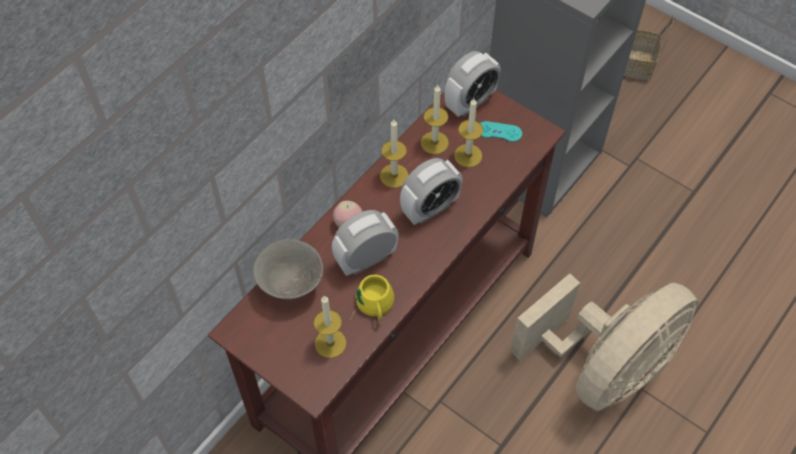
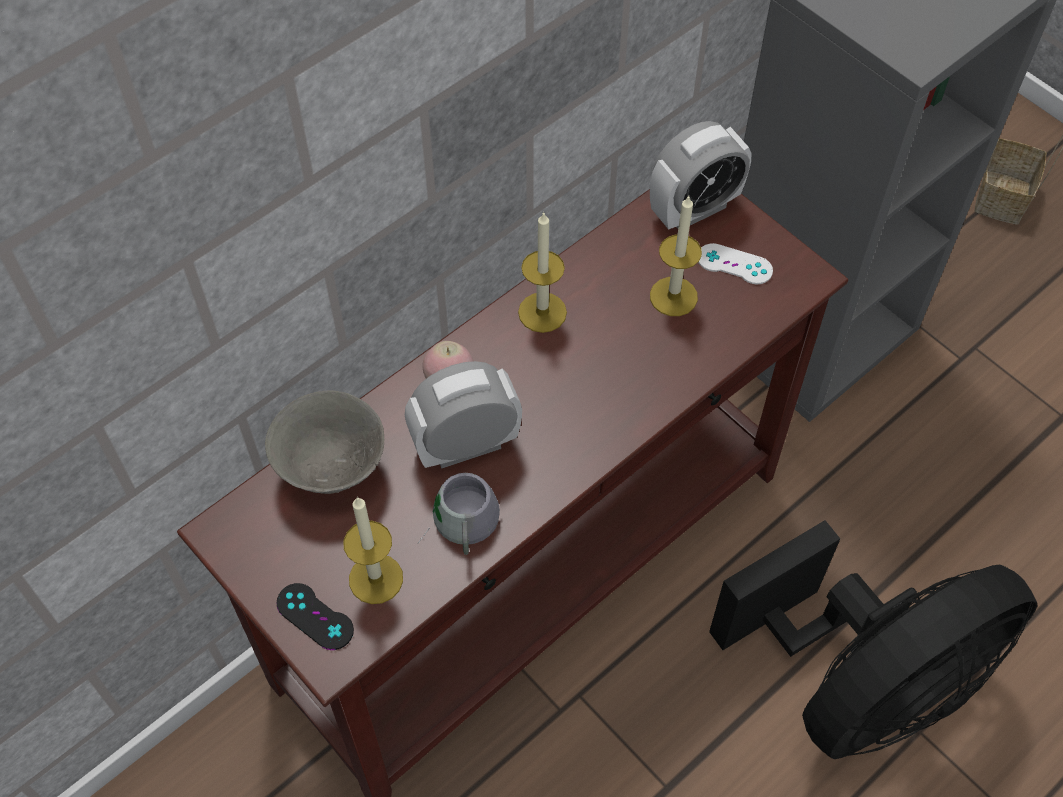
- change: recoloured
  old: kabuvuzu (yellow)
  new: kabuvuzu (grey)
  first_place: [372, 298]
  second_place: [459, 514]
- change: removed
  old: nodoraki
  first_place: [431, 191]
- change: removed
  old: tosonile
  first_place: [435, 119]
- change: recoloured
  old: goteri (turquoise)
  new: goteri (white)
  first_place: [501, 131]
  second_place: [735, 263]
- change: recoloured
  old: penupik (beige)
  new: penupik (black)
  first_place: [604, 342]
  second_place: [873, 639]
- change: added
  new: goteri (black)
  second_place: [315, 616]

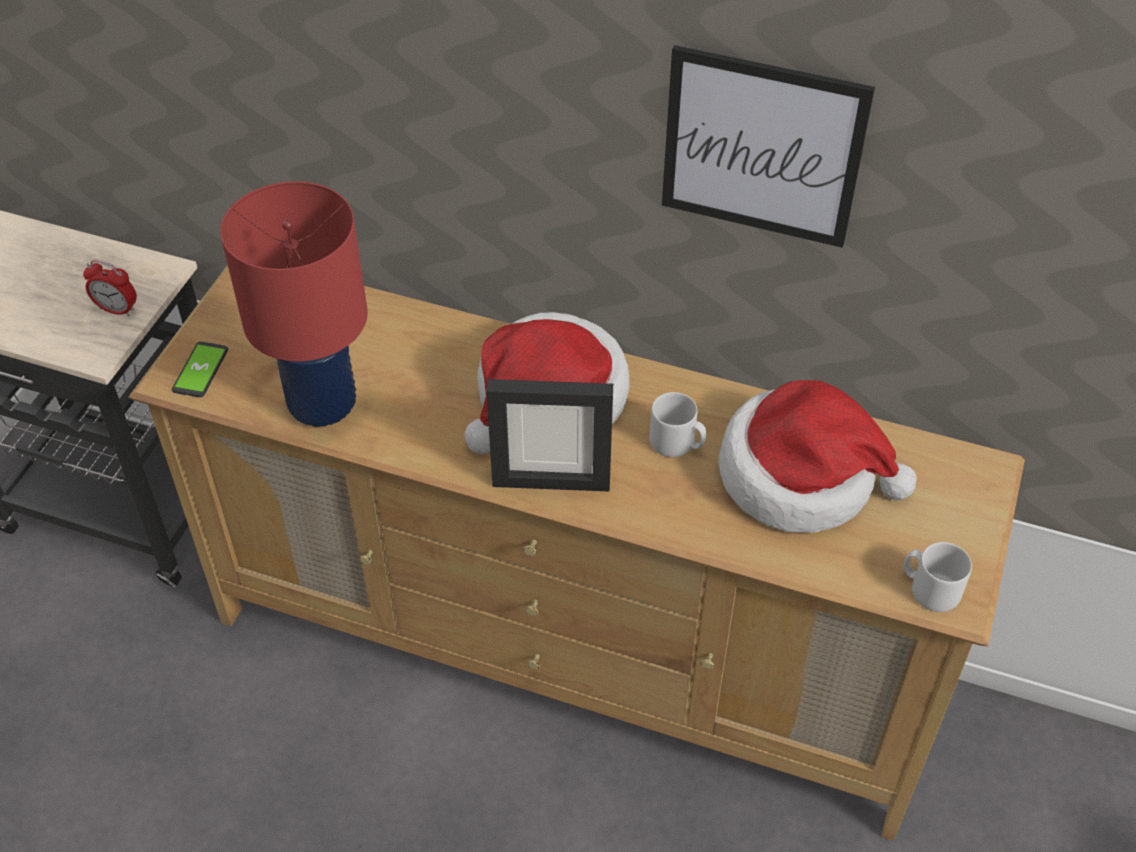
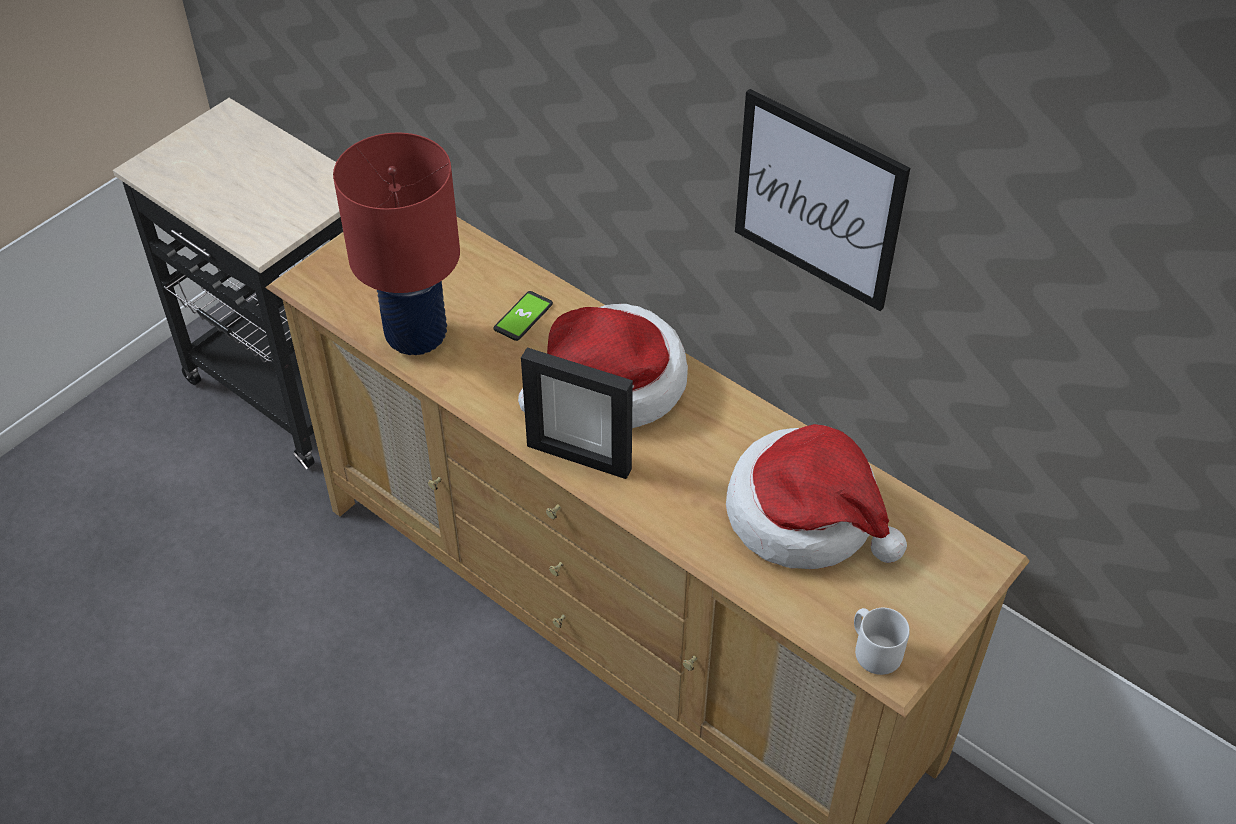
- change: removed
  old: nodoraki
  first_place: [110, 288]
- change: moved
  old: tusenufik
  first_place: [200, 369]
  second_place: [523, 316]
- change: removed
  old: kabuvuzu (grey)
  first_place: [677, 424]

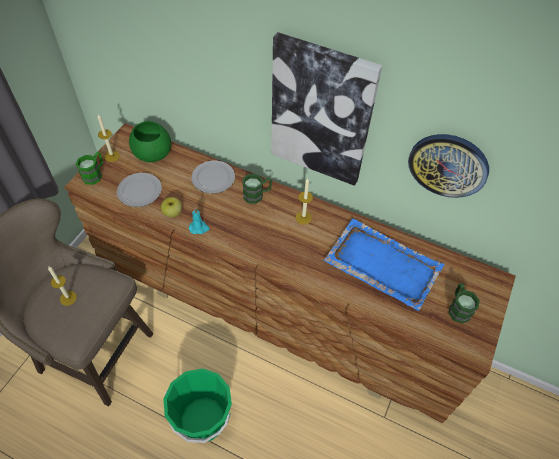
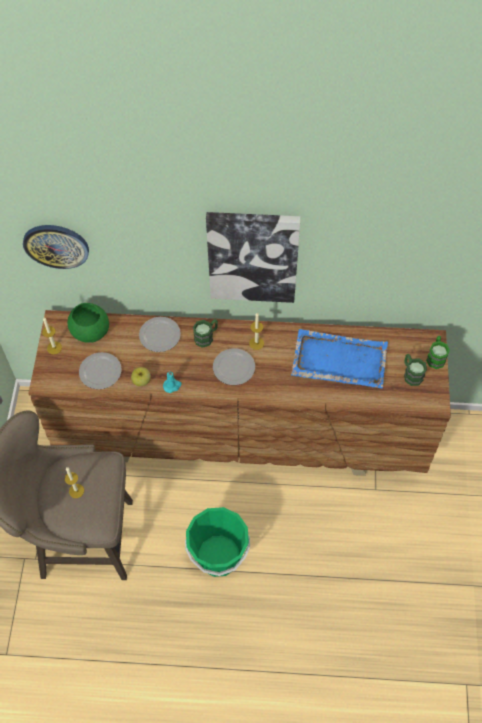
- change: moved
  old: kabuvuzu (green)
  first_place: [89, 168]
  second_place: [438, 352]
- change: moved
  old: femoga
  first_place: [448, 166]
  second_place: [56, 247]
- change: added
  new: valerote
  second_place: [234, 366]

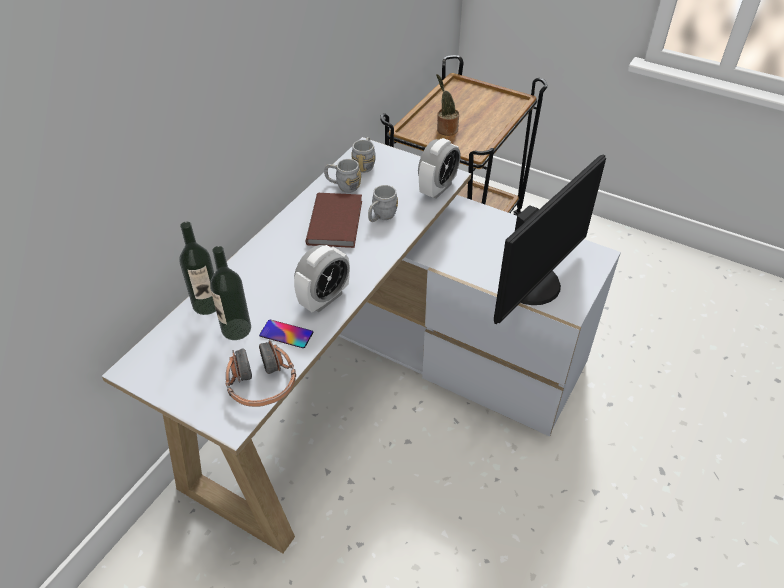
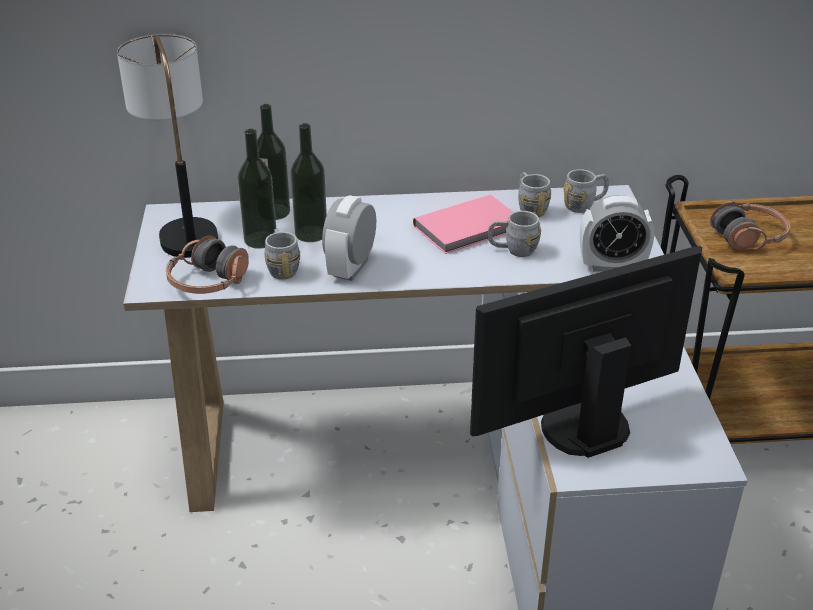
- change: replaced
  old: tusenufik
  new: kabuvuzu (grey)
  first_place: [286, 333]
  second_place: [282, 254]
- change: turned
  old: nodoraki
  first_place: [322, 278]
  second_place: [349, 238]
  degrees: 105
- change: recoloured
  old: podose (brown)
  new: podose (pink)
  first_place: [334, 220]
  second_place: [463, 224]
- change: replaced
  old: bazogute
  new: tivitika
  first_place: [447, 105]
  second_place: [750, 226]
- change: turned
  old: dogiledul
  first_place: [550, 239]
  second_place: [586, 352]
  degrees: 150
- change: added
  new: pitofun
  second_place: [167, 146]
- change: added
  new: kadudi
  second_place: [309, 182]

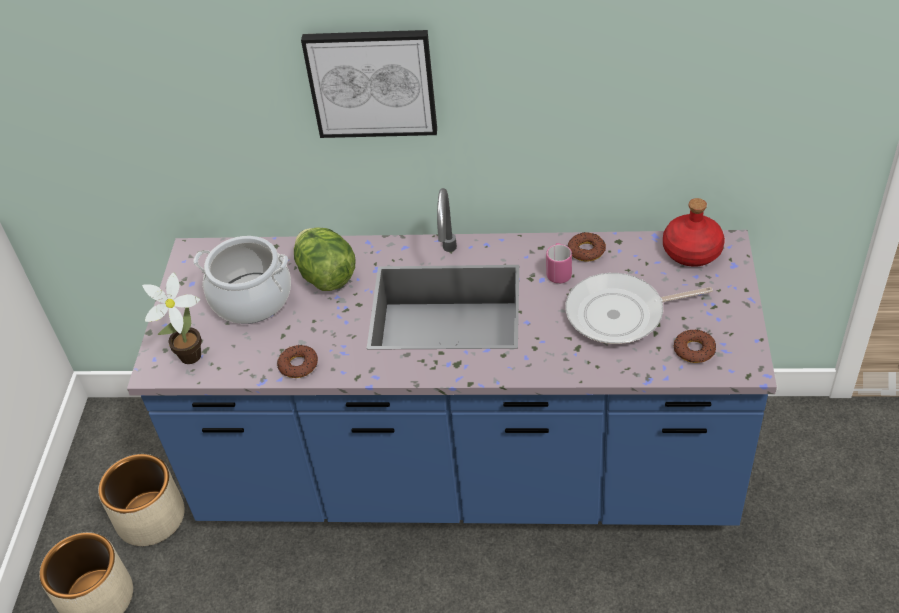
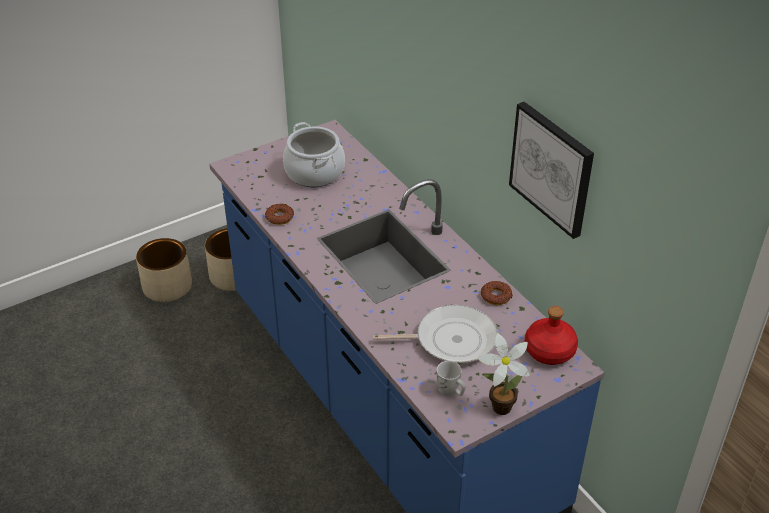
- change: moved
  old: bazogute
  first_place: [172, 318]
  second_place: [504, 374]
- change: removed
  old: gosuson
  first_place: [325, 259]
- change: moved
  old: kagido
  first_place: [369, 84]
  second_place: [551, 170]
- change: removed
  old: kabuvuzu (pink)
  first_place: [559, 263]
- change: turned
  old: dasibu
  first_place: [639, 308]
  second_place: [435, 334]
  degrees: 135
- change: replaced
  old: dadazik
  new: kabuvuzu (white)
  first_place: [695, 346]
  second_place: [451, 378]

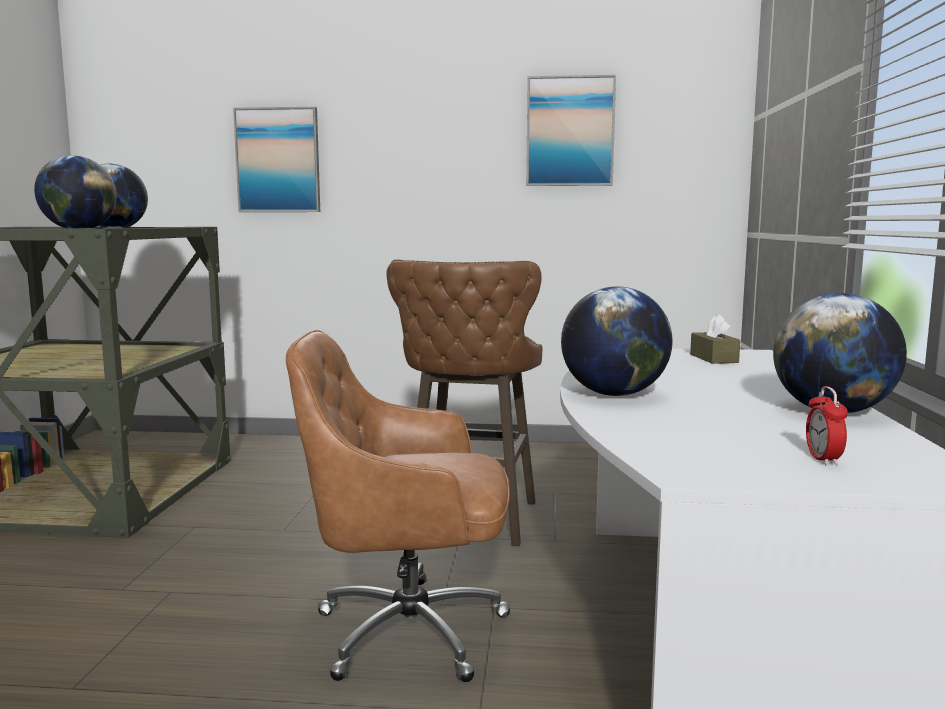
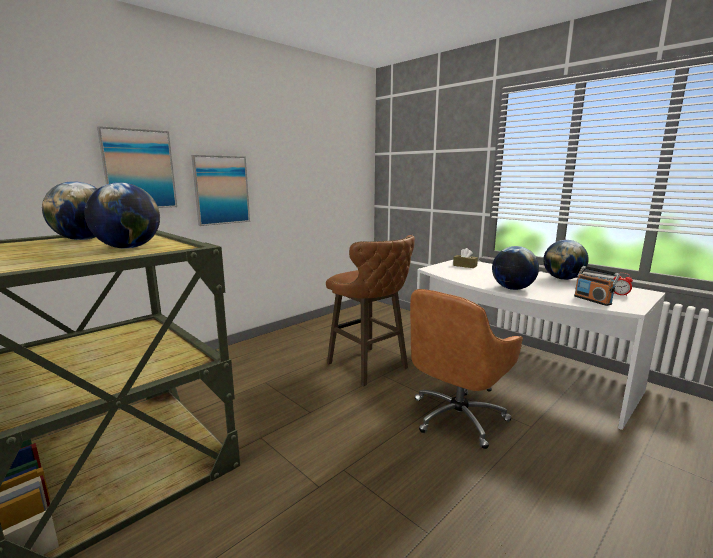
- change: moved
  old: kagido
  first_place: [571, 130]
  second_place: [220, 190]
- change: added
  new: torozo
  second_place: [597, 286]

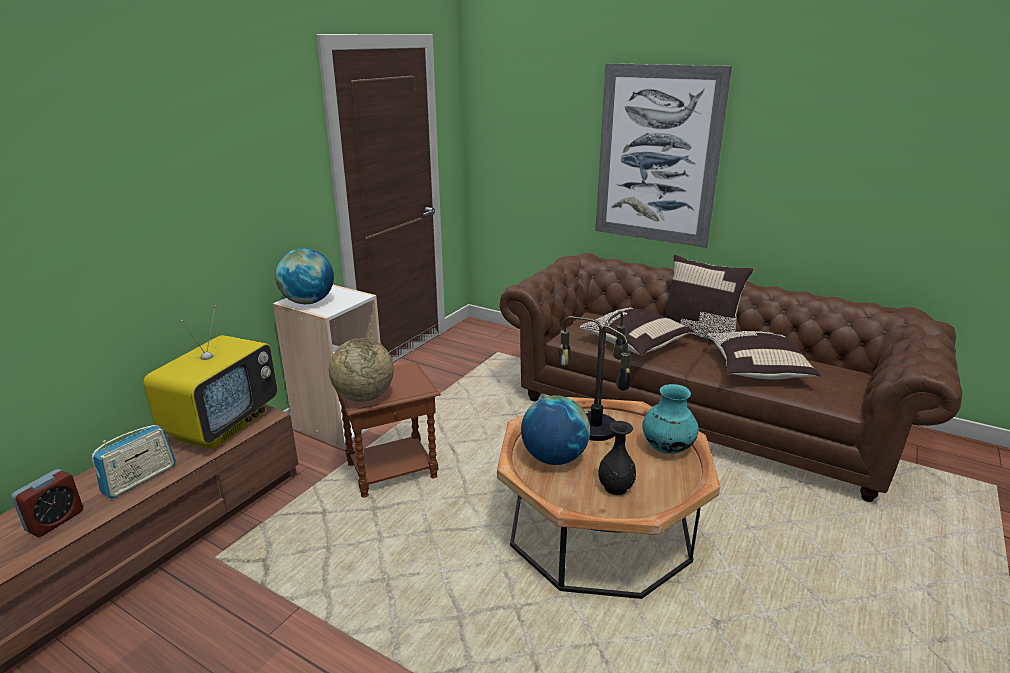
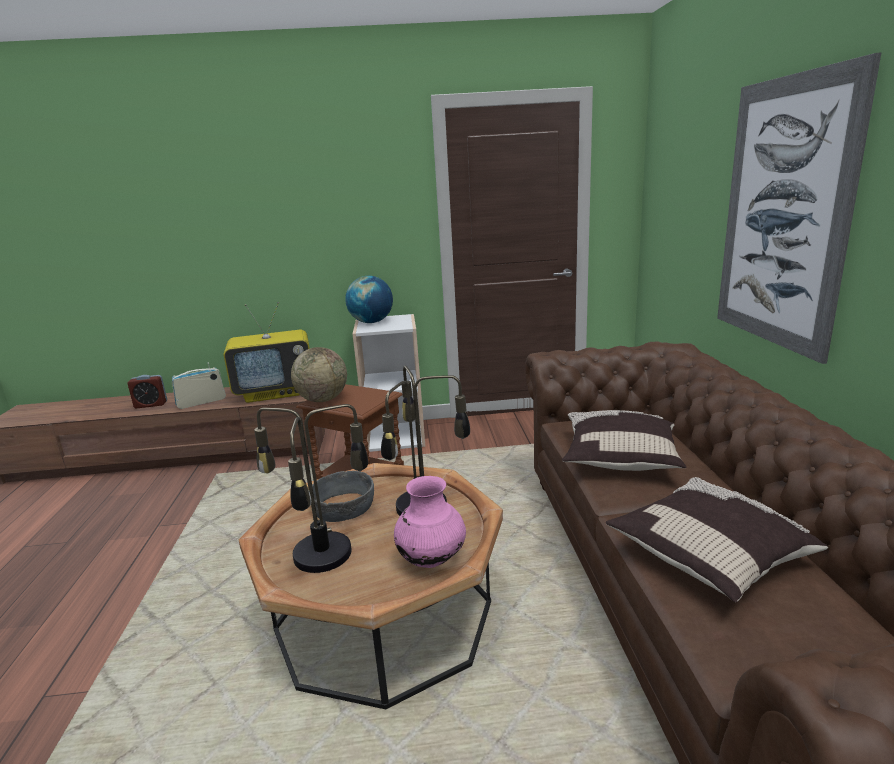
- change: turned
  old: torozo
  first_place: [134, 462]
  second_place: [199, 386]
  degrees: 150
- change: replaced
  old: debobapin
  new: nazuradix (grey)
  first_place: [555, 430]
  second_place: [343, 496]
- change: replaced
  old: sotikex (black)
  new: pitofun
  first_place: [617, 458]
  second_place: [311, 488]
- change: recoloured
  old: sotikex (turquoise)
  new: sotikex (pink)
  first_place: [670, 419]
  second_place: [430, 522]
- change: removed
  old: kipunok
  first_place: [708, 297]

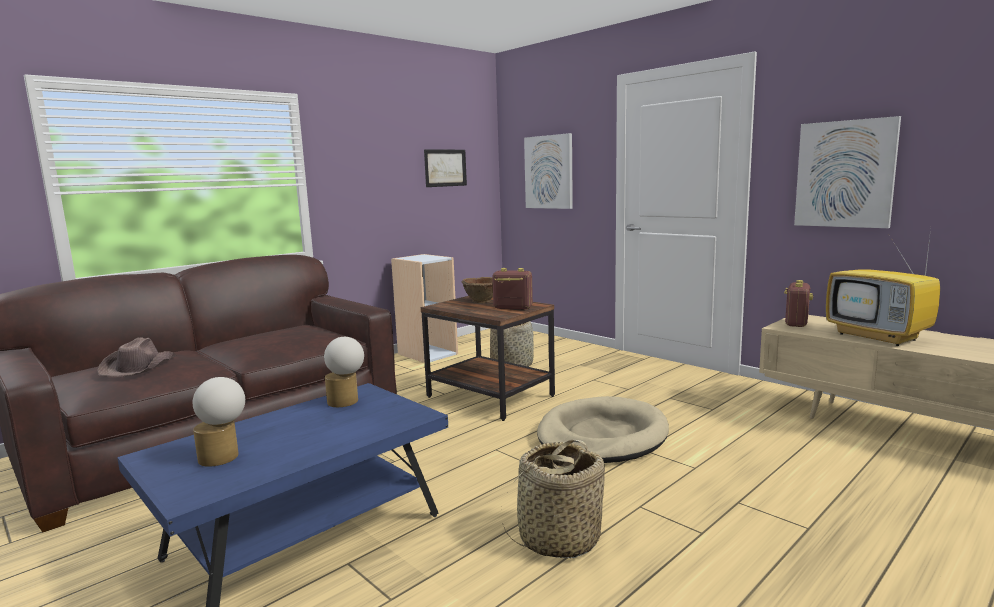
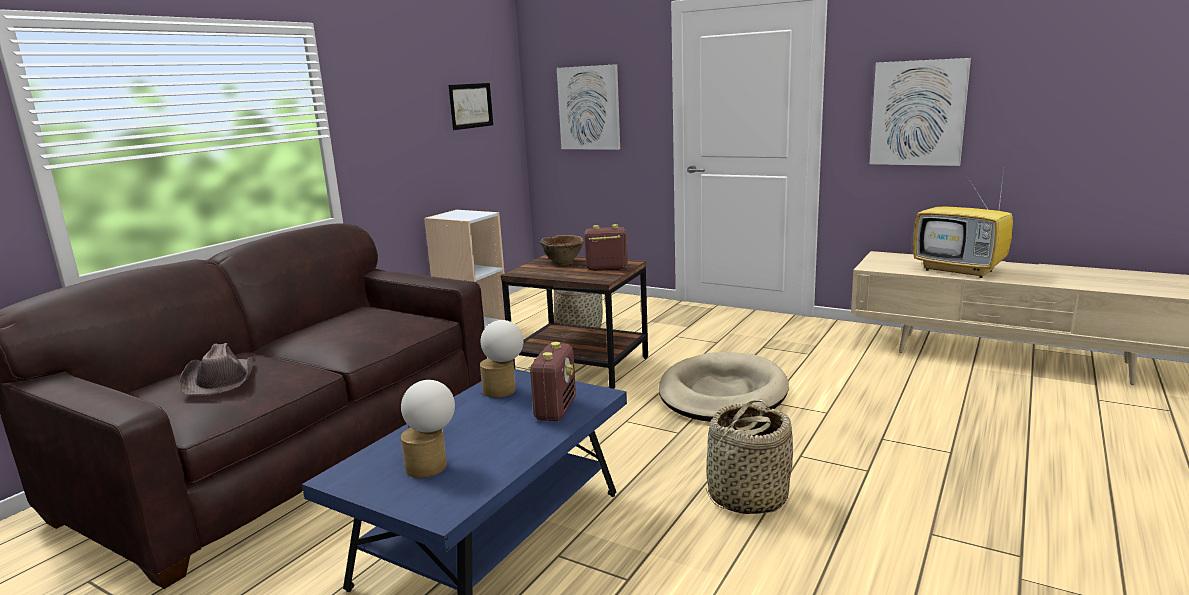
- change: moved
  old: torozo
  first_place: [798, 303]
  second_place: [552, 381]

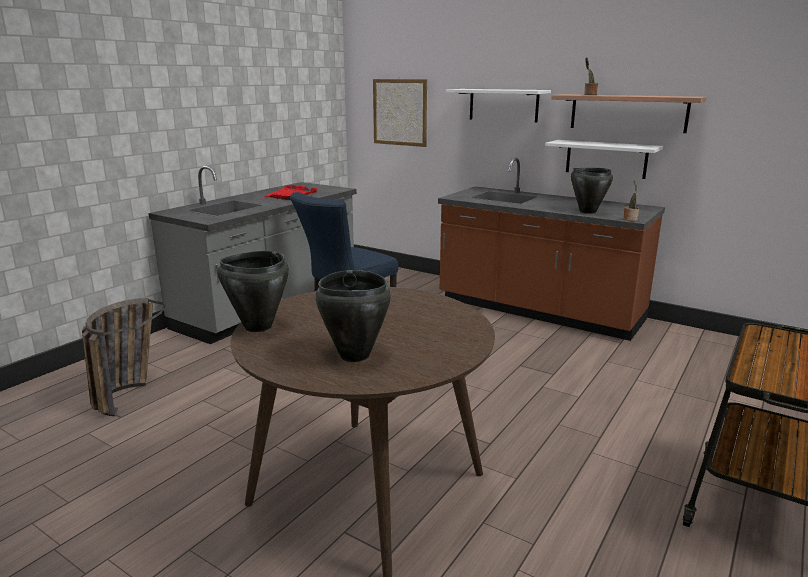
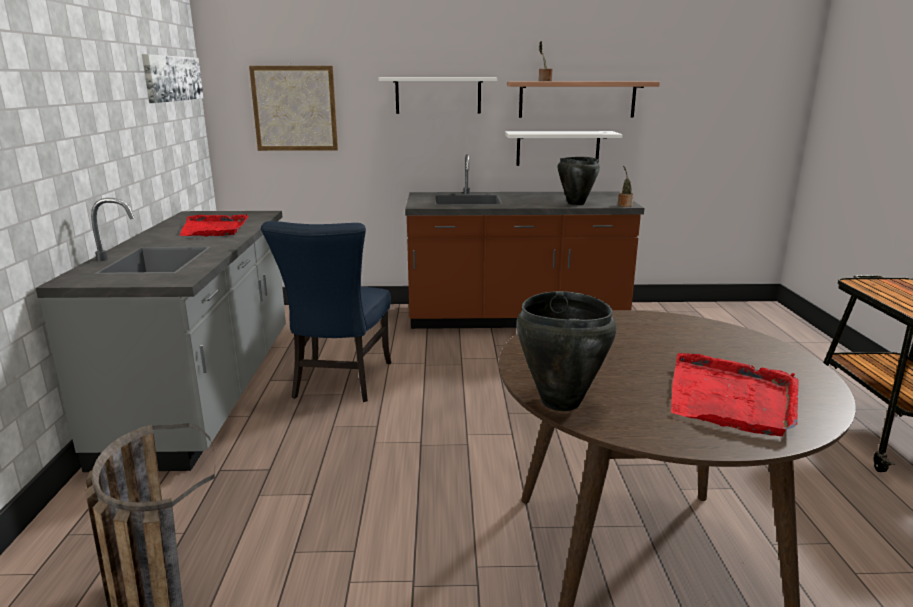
- change: replaced
  old: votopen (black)
  new: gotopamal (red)
  first_place: [353, 316]
  second_place: [734, 394]
- change: added
  new: kagido
  second_place: [173, 78]

